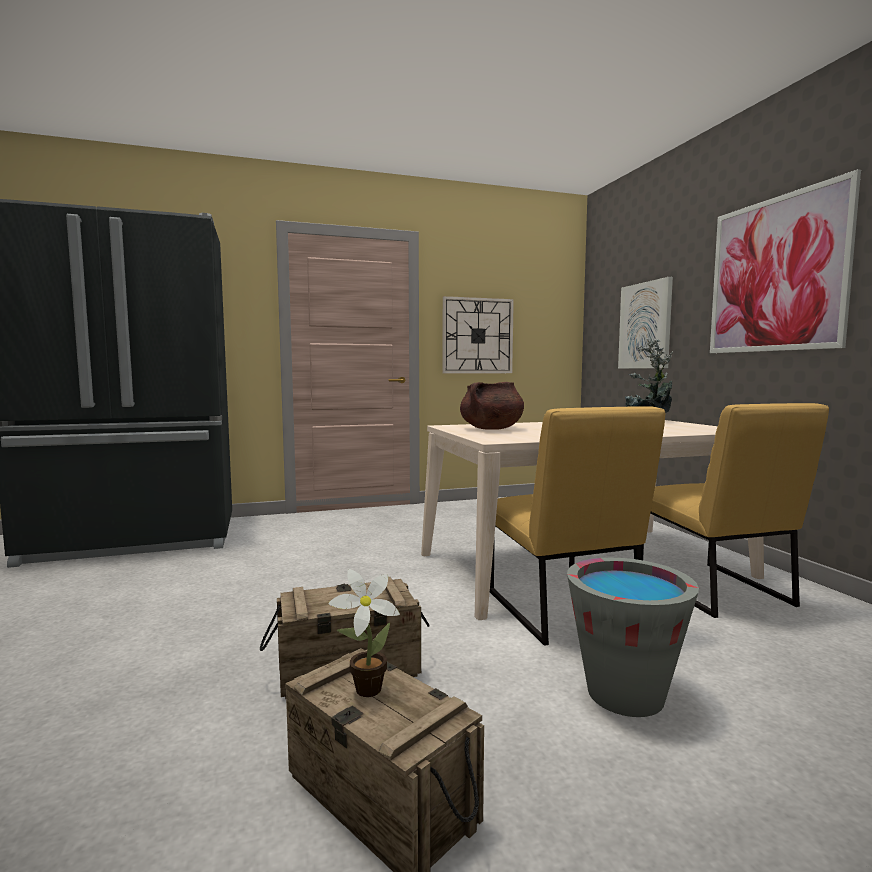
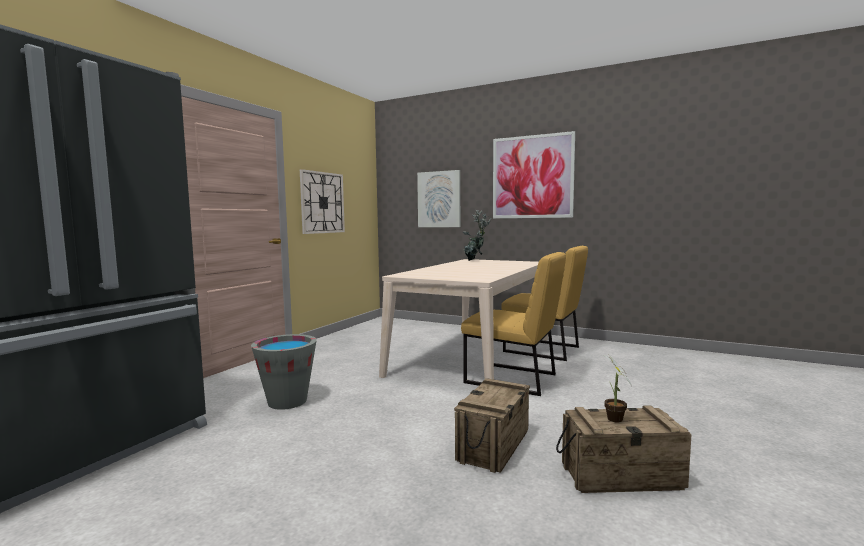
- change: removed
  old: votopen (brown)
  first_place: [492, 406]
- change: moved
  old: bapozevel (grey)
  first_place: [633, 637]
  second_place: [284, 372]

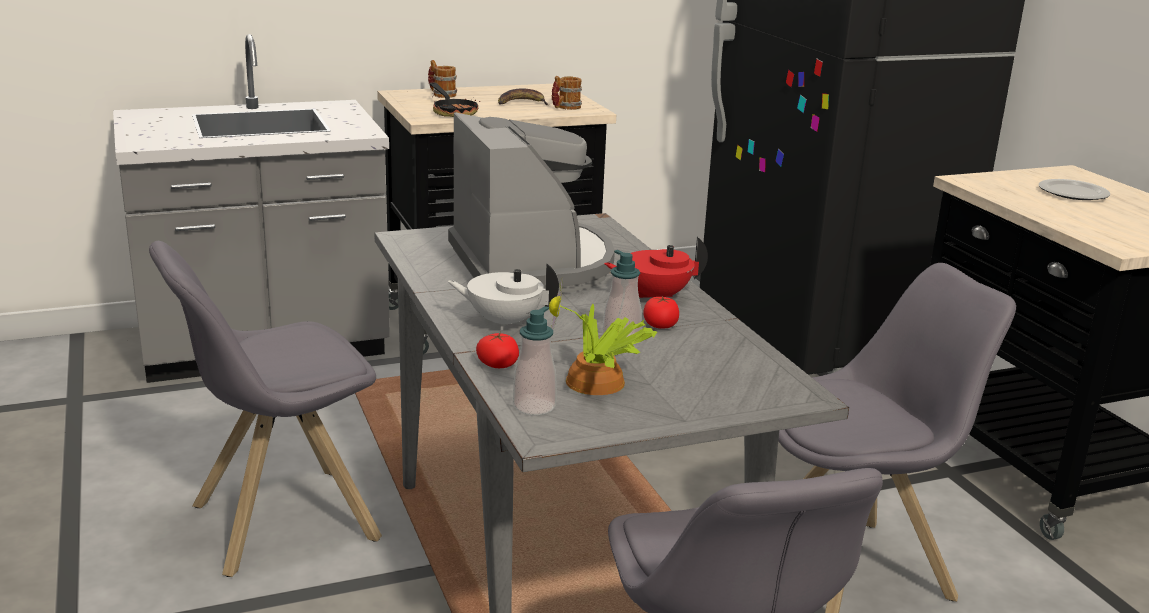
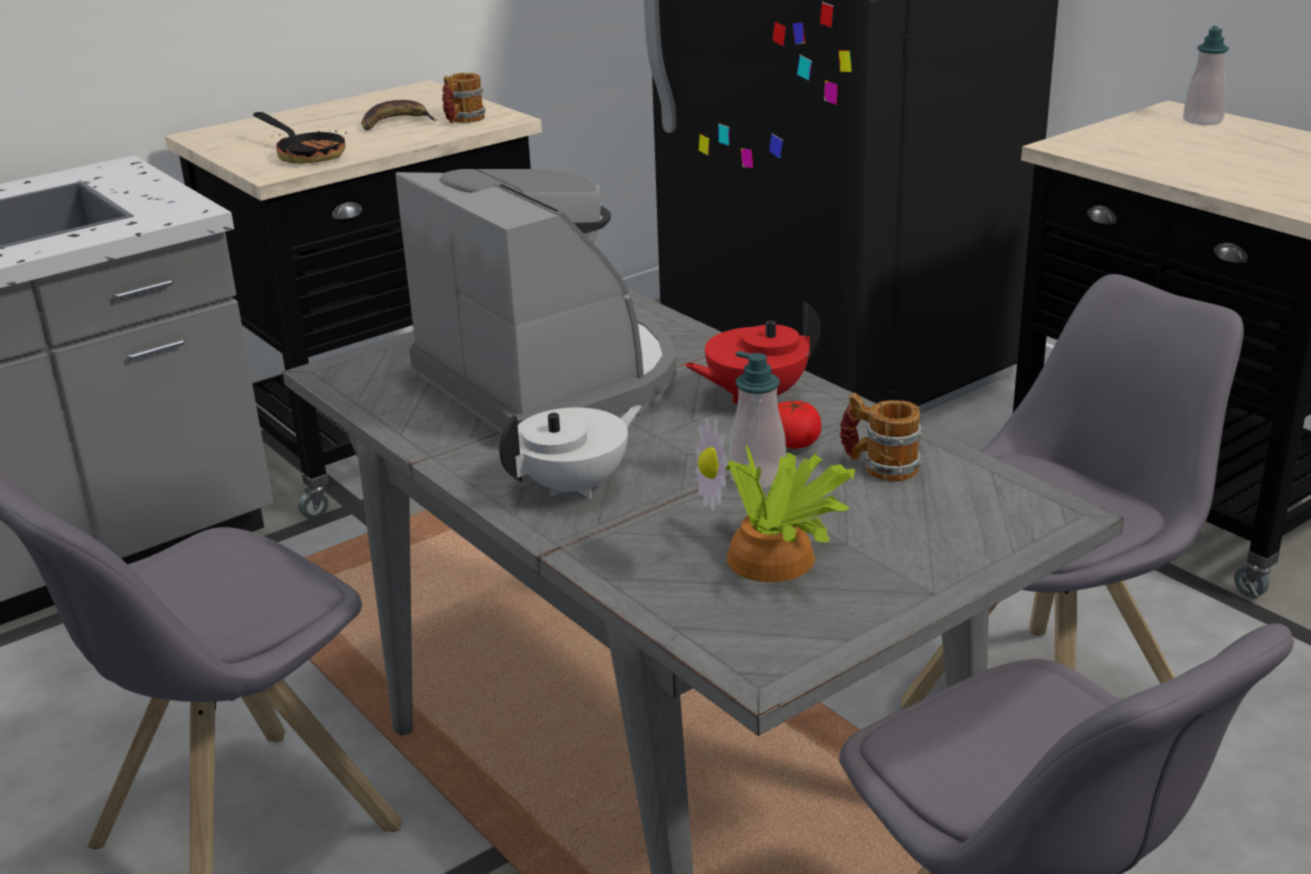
- change: moved
  old: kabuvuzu
  first_place: [442, 79]
  second_place: [881, 437]
- change: turned
  old: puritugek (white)
  first_place: [503, 297]
  second_place: [570, 452]
  degrees: 150
- change: removed
  old: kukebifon
  first_place: [497, 350]
- change: moved
  old: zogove
  first_place: [535, 361]
  second_place: [1206, 75]
- change: removed
  old: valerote
  first_place: [1074, 189]

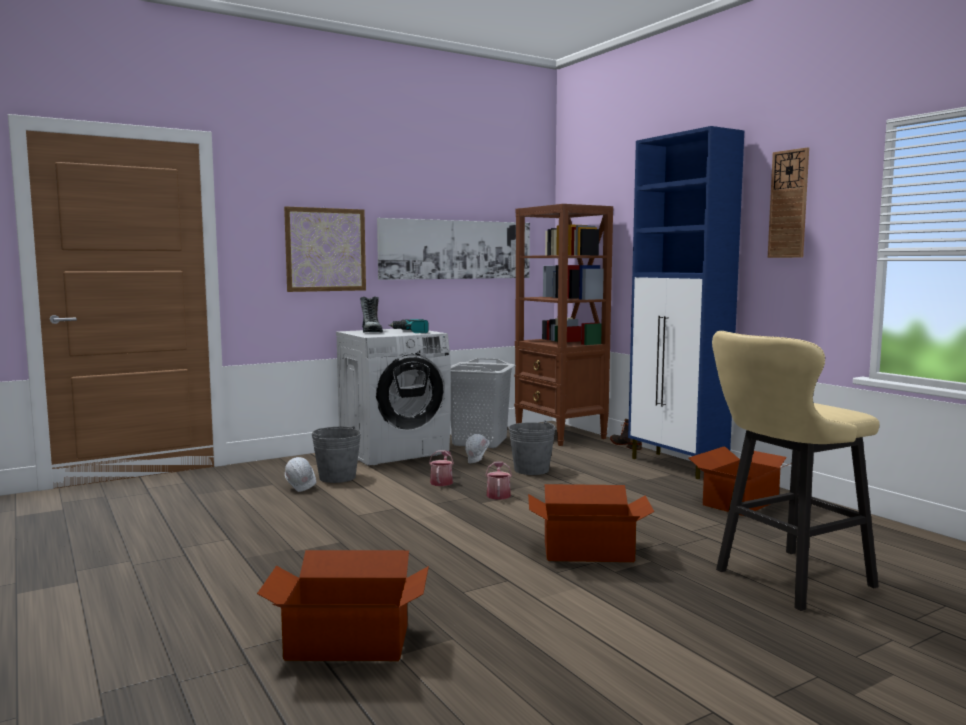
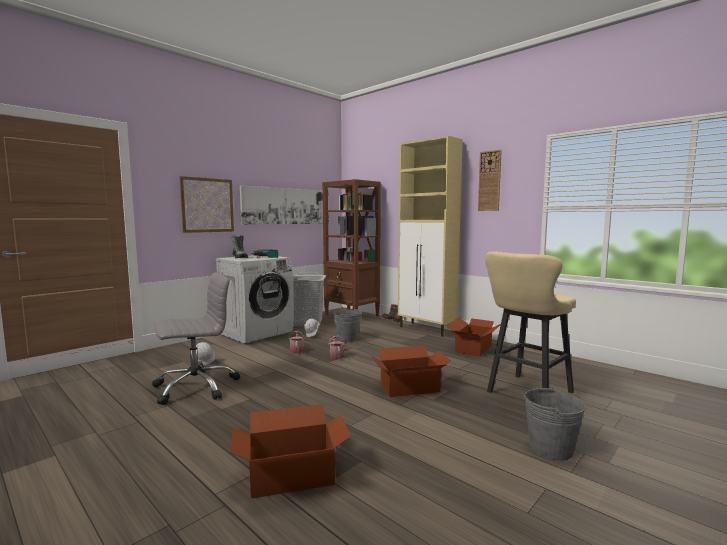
- change: moved
  old: bapozevel (grey)
  first_place: [336, 454]
  second_place: [554, 424]
- change: recoloured
  old: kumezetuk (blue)
  new: kumezetuk (beige)
  first_place: [686, 302]
  second_place: [430, 236]
- change: added
  new: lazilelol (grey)
  second_place: [196, 338]

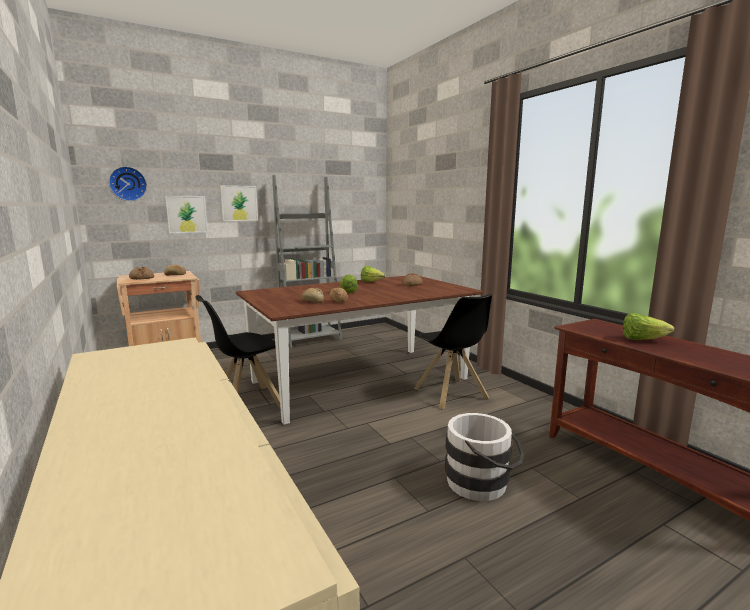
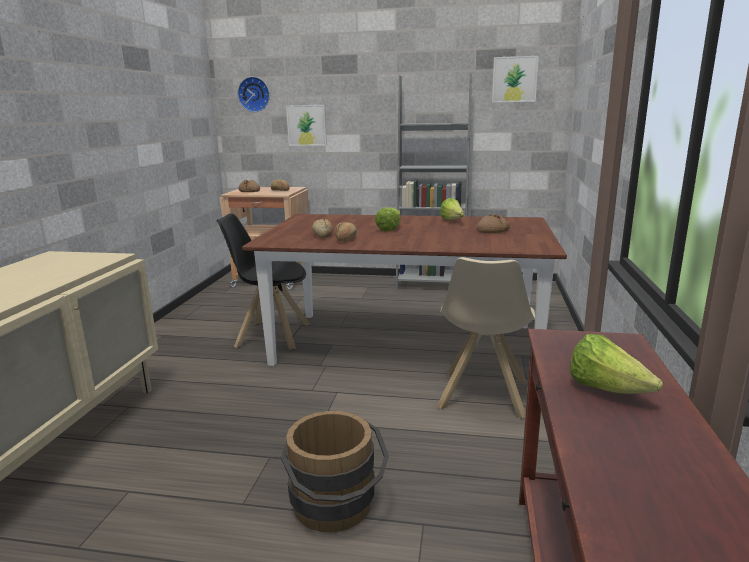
- change: moved
  old: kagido
  first_place: [239, 203]
  second_place: [515, 79]
- change: recoloured
  old: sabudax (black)
  new: sabudax (beige)
  first_place: [452, 351]
  second_place: [486, 338]
- change: recoloured
  old: bapozevel (white)
  new: bapozevel (brown)
  first_place: [484, 457]
  second_place: [335, 471]

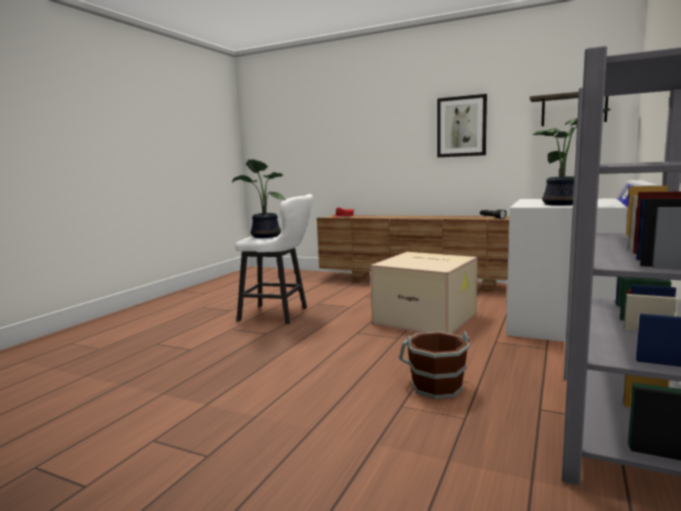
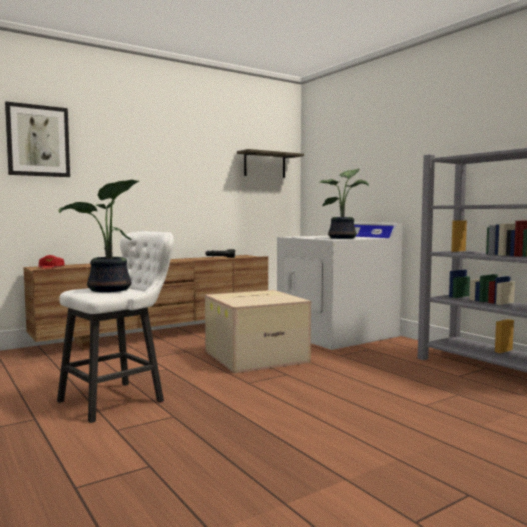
- change: removed
  old: bapozevel (brown)
  first_place: [434, 365]
- change: moved
  old: kagido
  first_place: [462, 125]
  second_place: [37, 139]

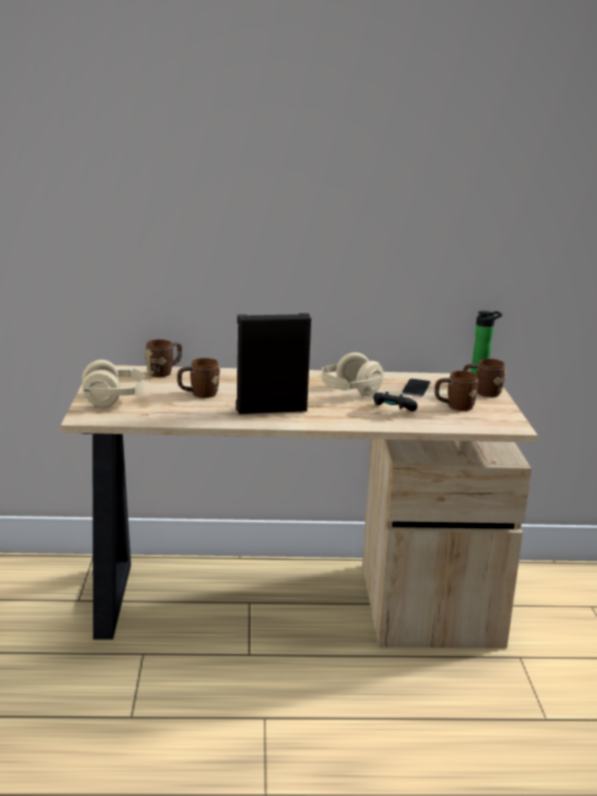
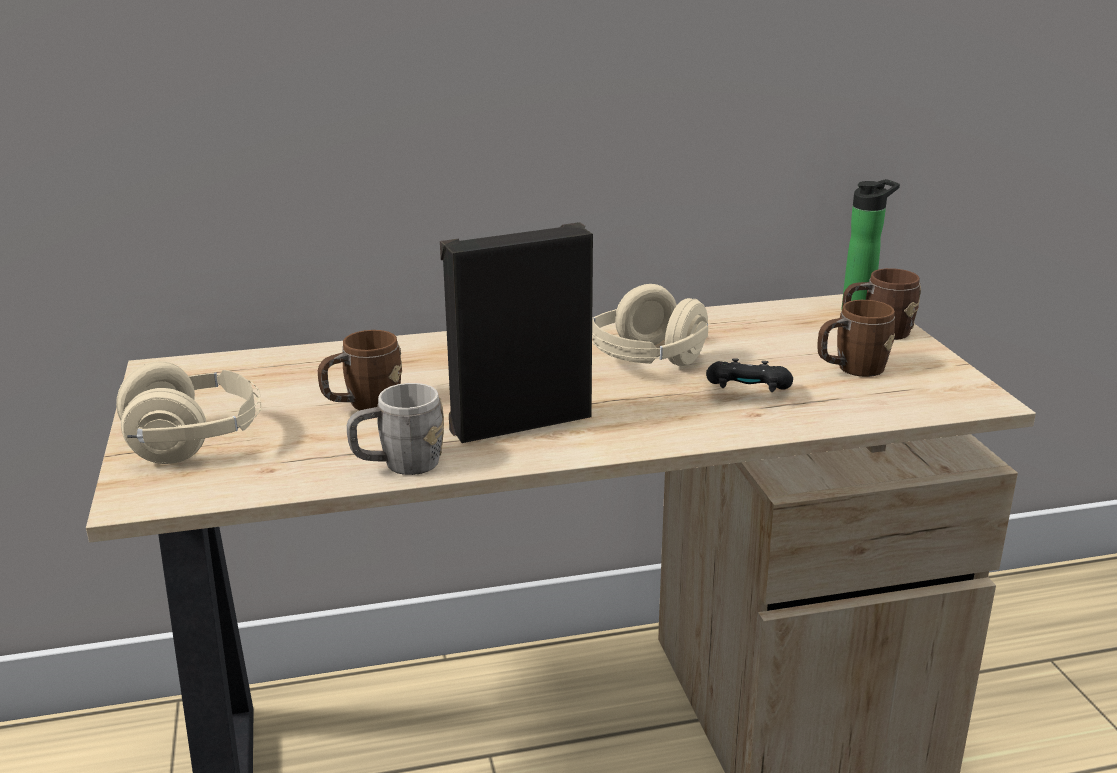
- change: removed
  old: kabuvuzu (brown)
  first_place: [163, 358]
- change: removed
  old: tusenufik
  first_place: [416, 388]
- change: added
  new: kabuvuzu (grey)
  second_place: [395, 429]

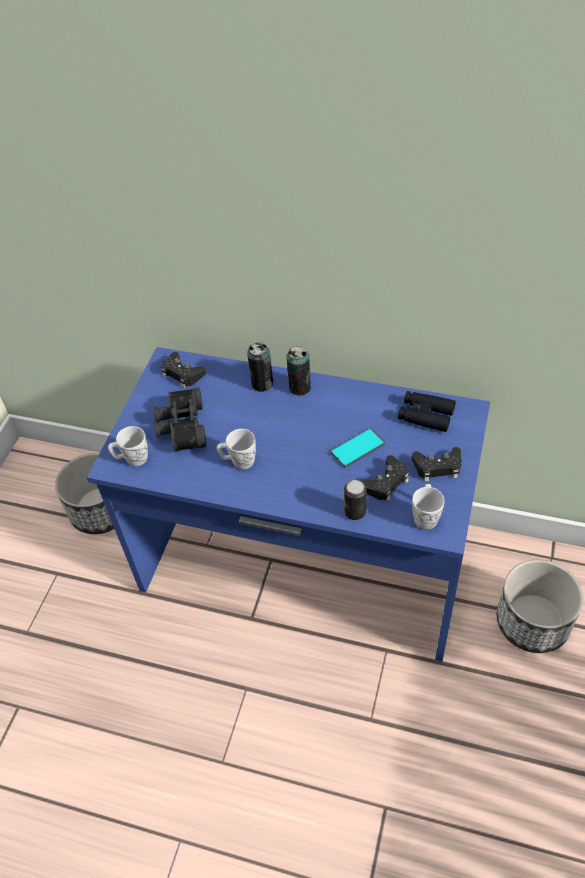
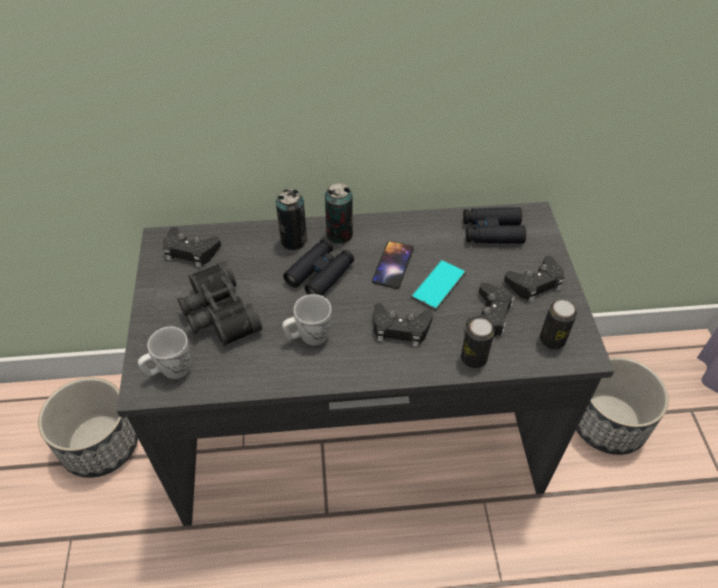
- change: recoloured
  old: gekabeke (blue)
  new: gekabeke (grey)
  first_place: [288, 504]
  second_place: [365, 364]
- change: replaced
  old: kabuvuzu (white)
  new: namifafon
  first_place: [428, 507]
  second_place: [558, 325]
- change: added
  new: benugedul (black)
  second_place: [318, 267]
- change: added
  new: tusenufik
  second_place: [393, 265]
- change: added
  new: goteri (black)
  second_place: [403, 325]

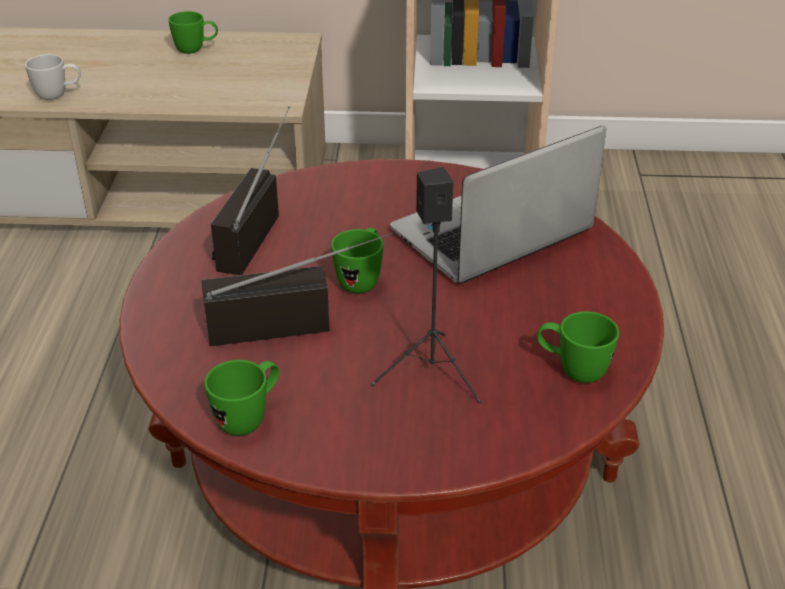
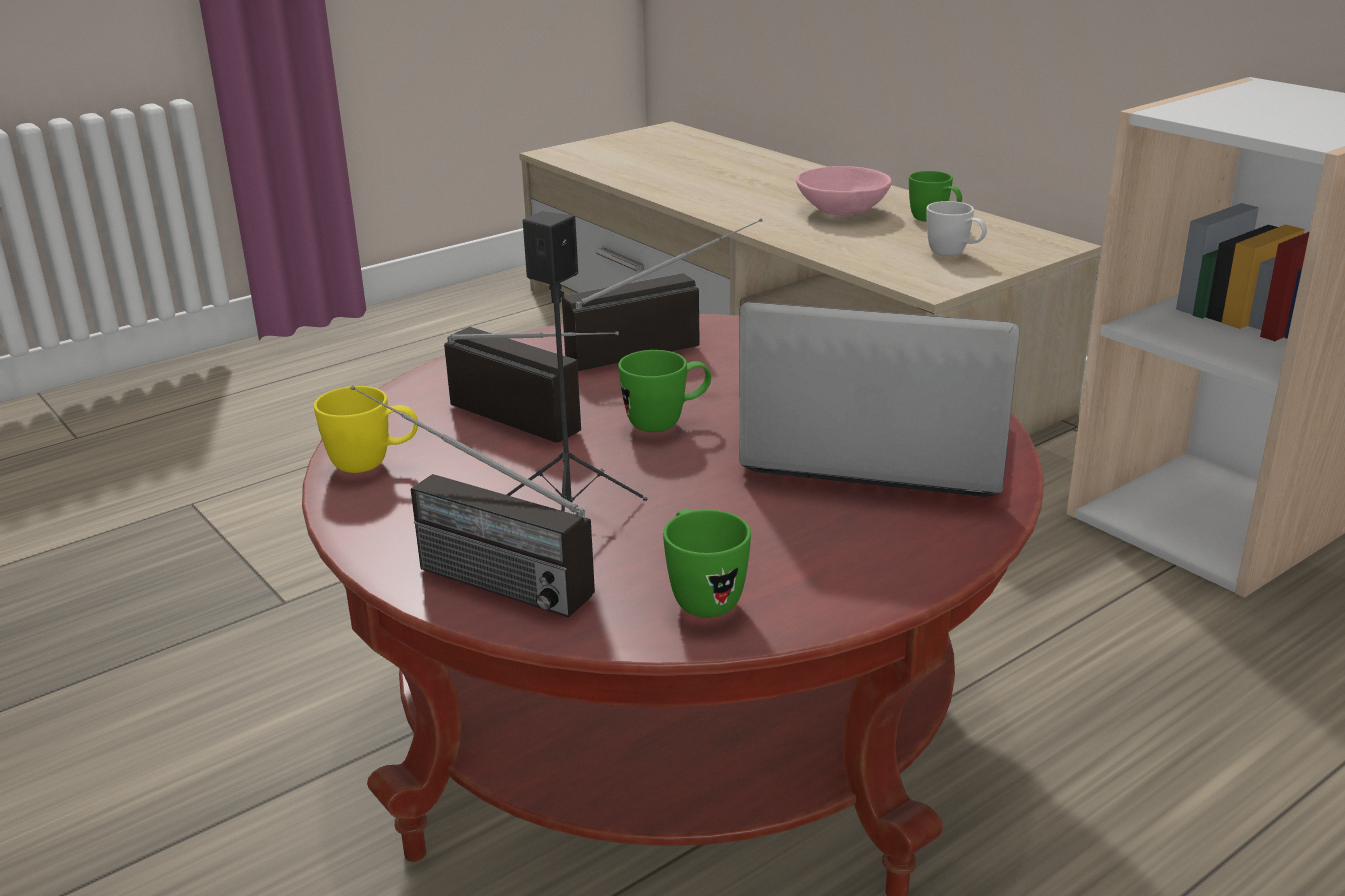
- change: moved
  old: kabuvuzu (white)
  first_place: [53, 77]
  second_place: [956, 228]
- change: recoloured
  old: kabuvuzu (green)
  new: kabuvuzu (yellow)
  first_place: [241, 398]
  second_place: [366, 429]
- change: added
  new: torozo
  second_place: [473, 502]
- change: added
  new: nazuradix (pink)
  second_place: [844, 191]

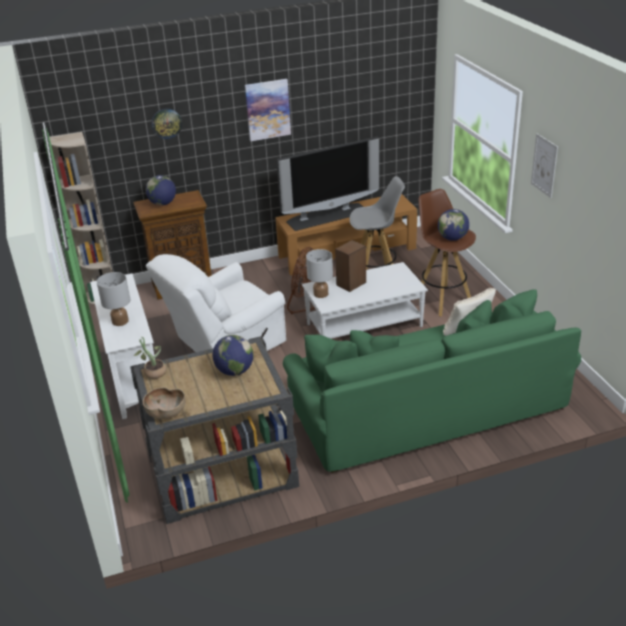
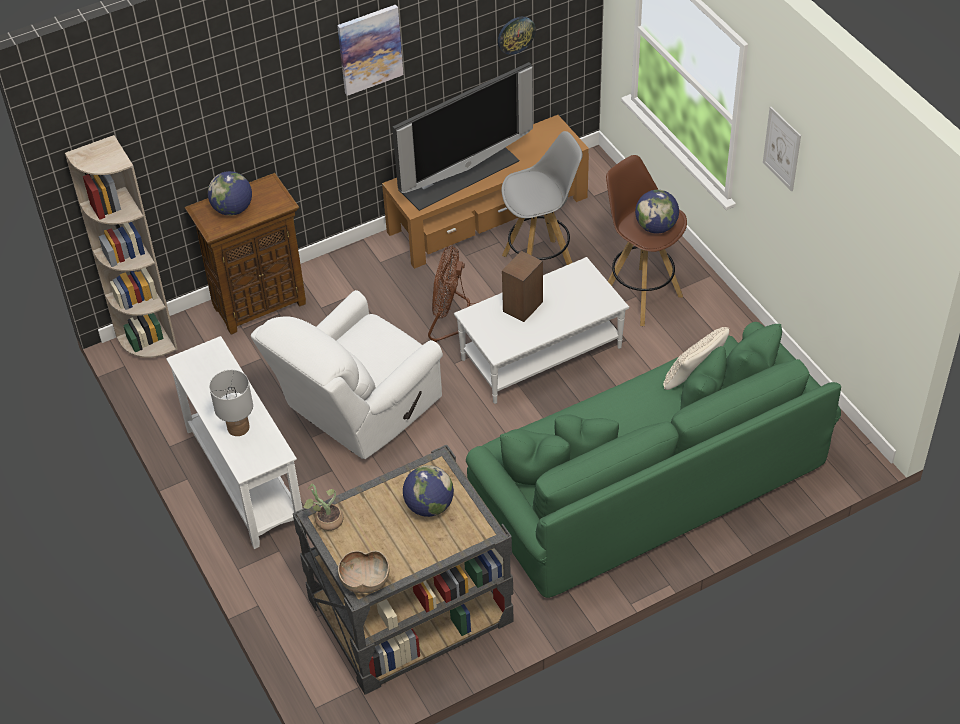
- change: moved
  old: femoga
  first_place: [166, 124]
  second_place: [517, 36]
- change: removed
  old: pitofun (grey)
  first_place: [319, 273]

